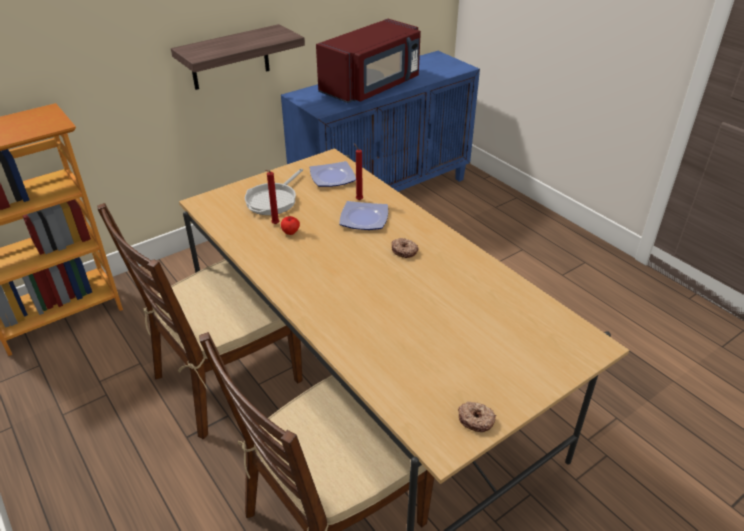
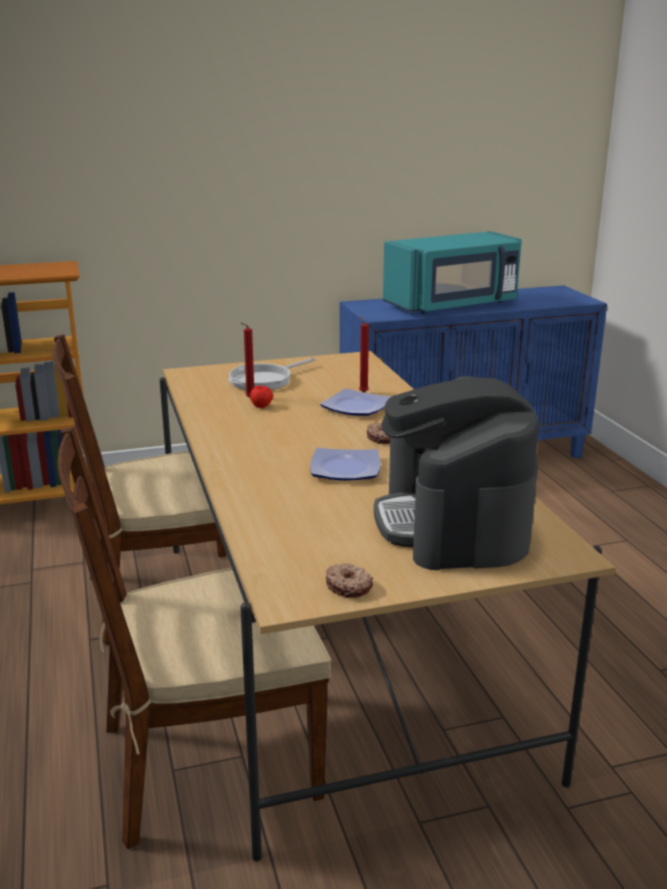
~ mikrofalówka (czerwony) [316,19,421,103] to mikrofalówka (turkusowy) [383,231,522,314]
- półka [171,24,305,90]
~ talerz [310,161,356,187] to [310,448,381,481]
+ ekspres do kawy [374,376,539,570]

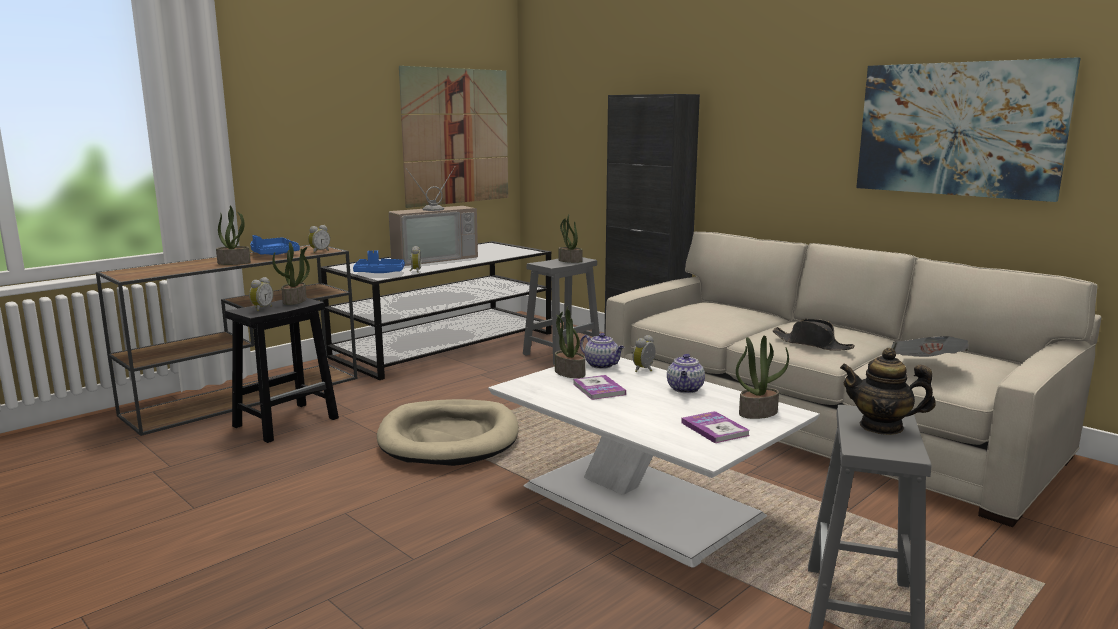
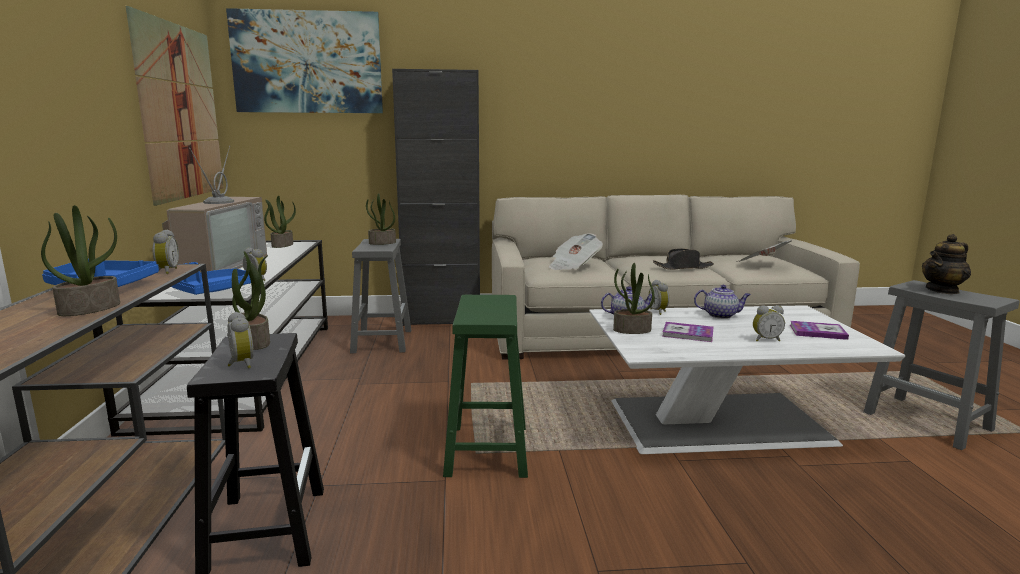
~ obraz [856,57,1081,202] to [226,8,383,113]
~ roślina doniczkowa [736,336,789,419] to [264,196,296,248]
~ imbryk [667,354,705,393] = [694,285,751,319] 45 degrees counterclockwise
~ legowisko (beżowy) [377,399,519,466] to stołek (zielony) [443,295,528,478]
+ gazeta [549,233,603,270]
+ budzik [753,305,785,341]

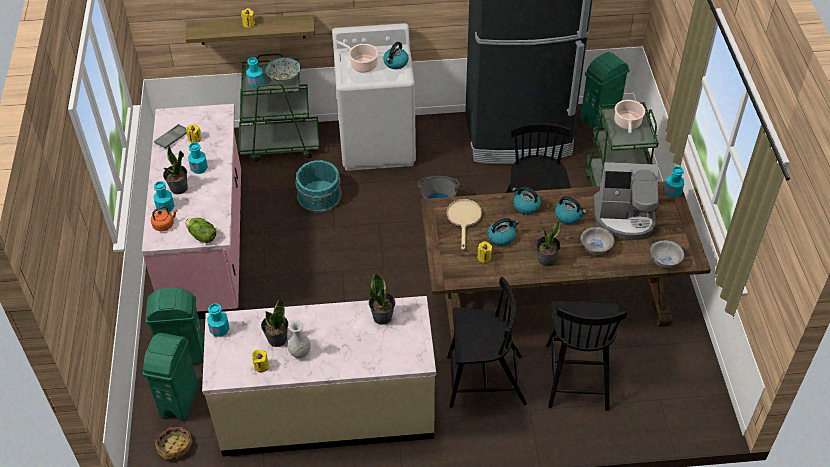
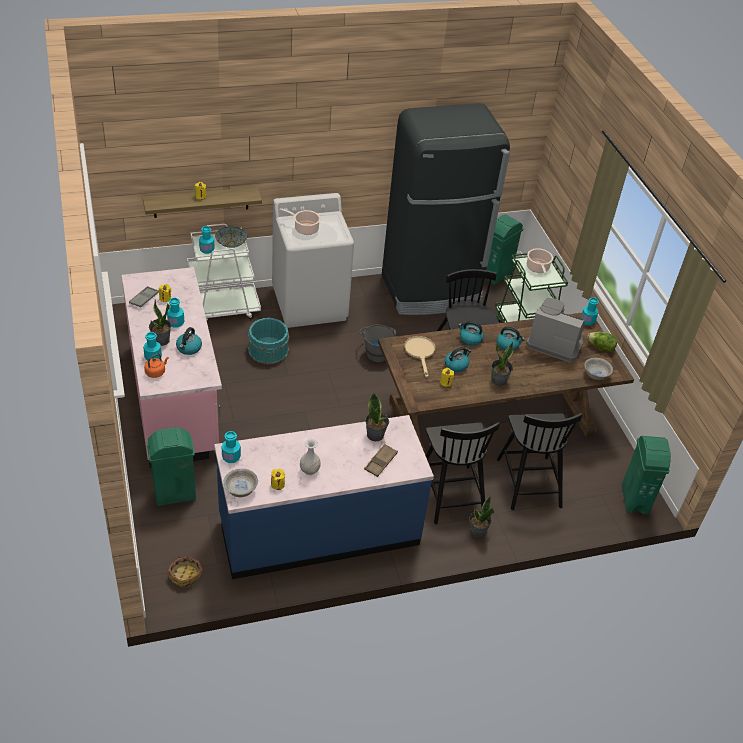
~ czajnik [383,42,409,69] to [176,327,202,355]
~ wózek (zielony) [239,53,320,162] to wózek (biały) [187,224,261,320]
~ ekspres do kawy [594,162,659,239] = [526,298,584,362] 150 degrees counterclockwise
~ sałata [185,218,216,243] to [587,332,617,352]
~ miska (biały) [580,227,614,255] to [223,469,258,497]
~ krzesło (czarny) [447,277,527,408] = [425,422,500,524] 90 degrees clockwise
~ zabudowa kuchenna (beżowy) [202,296,436,456] to zabudowa kuchenna (niebieski) [214,415,434,579]
~ roślina doniczkowa [261,297,288,347] to [469,496,494,538]
~ kosz na śmieci (zielony) [143,333,199,421] to [622,436,671,515]
+ taca (brązowy) [364,444,398,477]

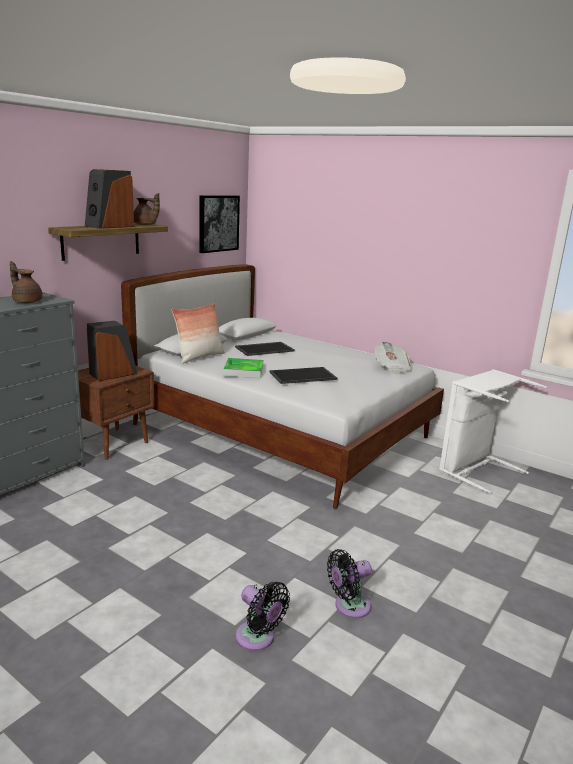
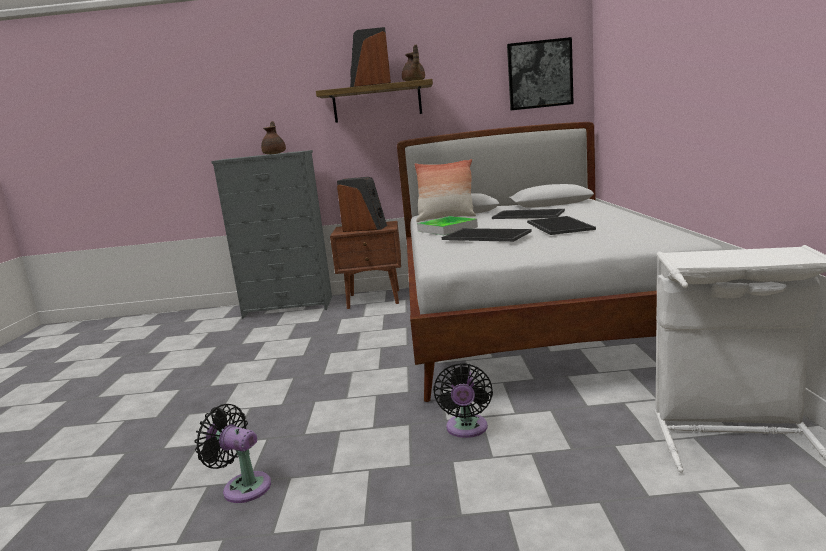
- gazeta [375,341,411,374]
~ wentylator (czarny) [236,582,290,651] to [433,363,493,438]
+ taca [527,216,596,235]

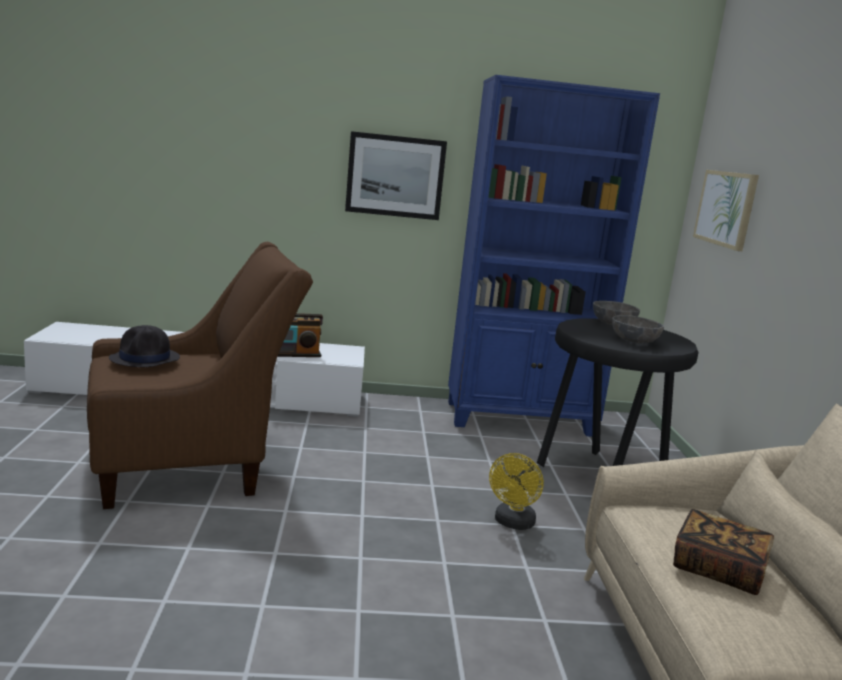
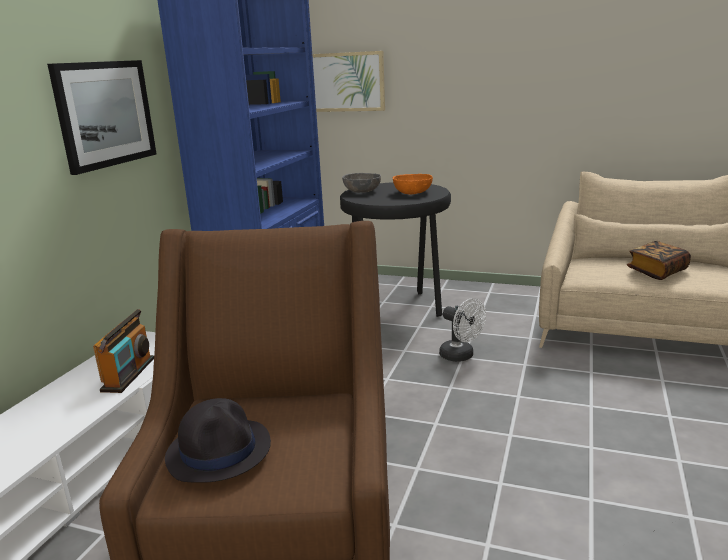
~ miska (szary) [612,315,664,344] to miska (pomarańczowy) [393,174,433,194]
~ wentylator (żółty) [489,453,544,530] to wentylator (biały) [439,298,486,362]

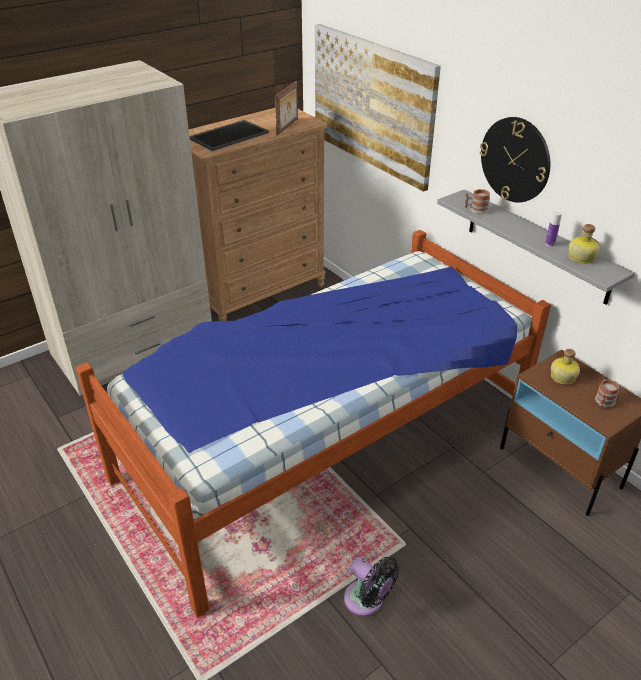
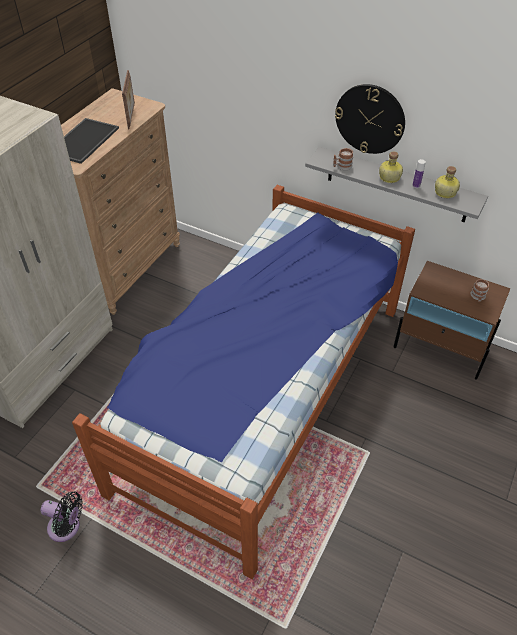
- obraz [315,24,441,192]
~ butelka [551,349,580,385] to [379,151,403,183]
~ wentylator (czarny) [344,557,399,617] to [41,491,83,542]

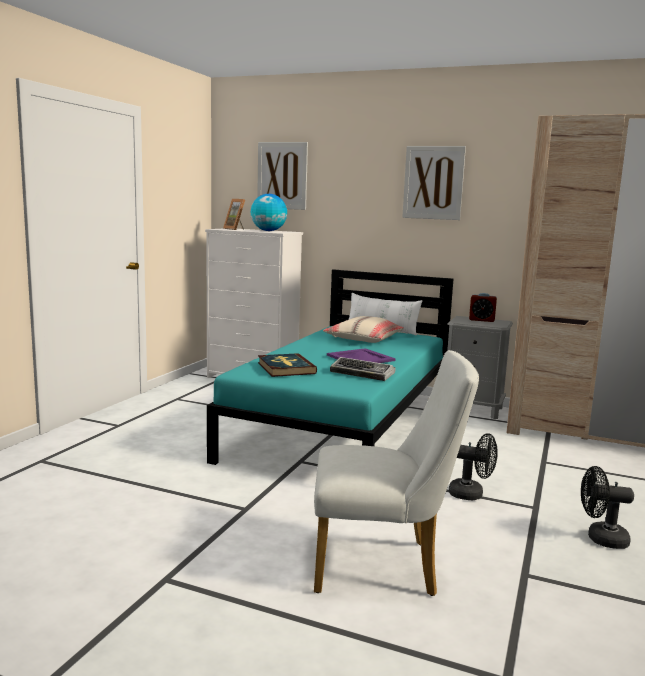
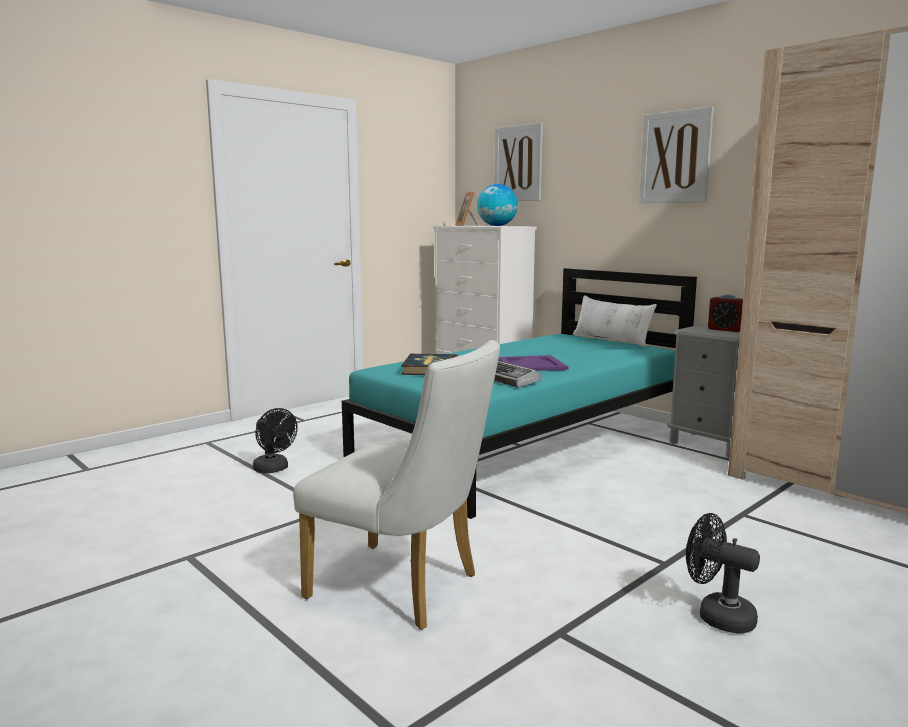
- poduszka (beżowy) [323,316,404,343]
~ wentylator (czarny) [449,433,498,500] to [253,408,298,473]

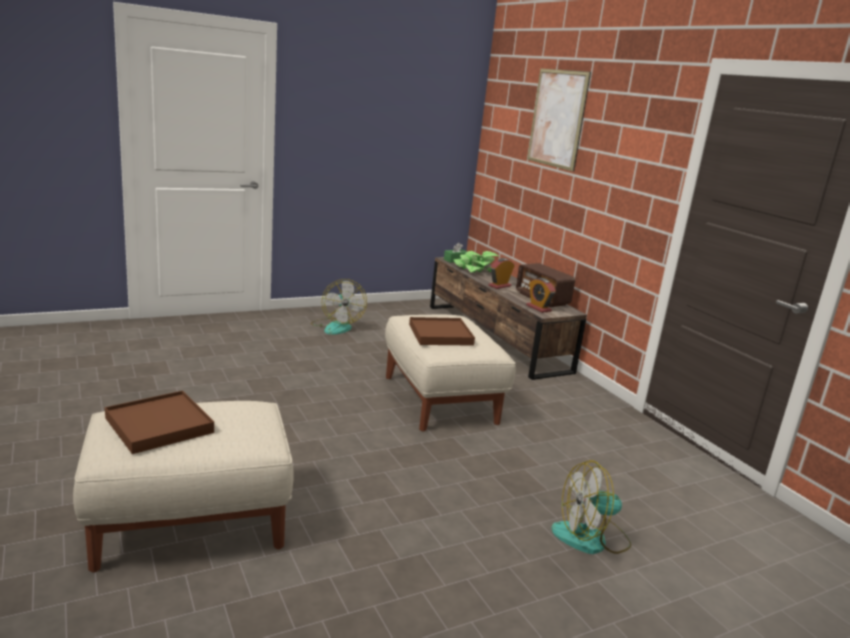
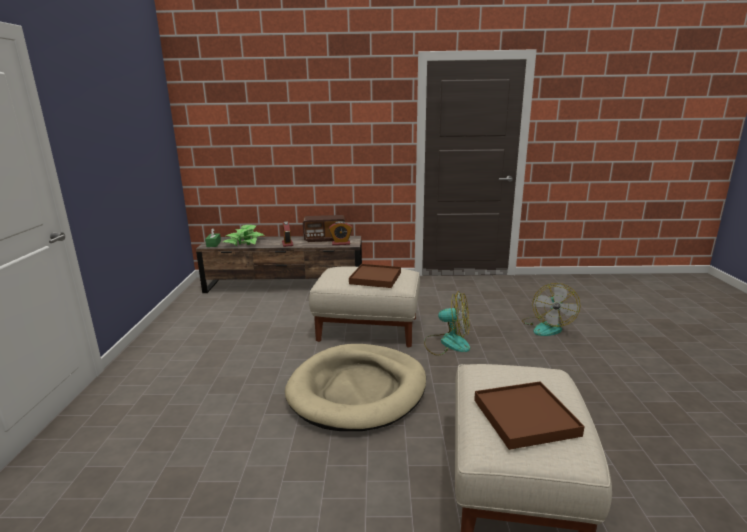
- obraz [527,69,591,172]
~ wentylator [311,279,367,335] to [424,291,470,356]
+ legowisko (beżowy) [285,344,426,431]

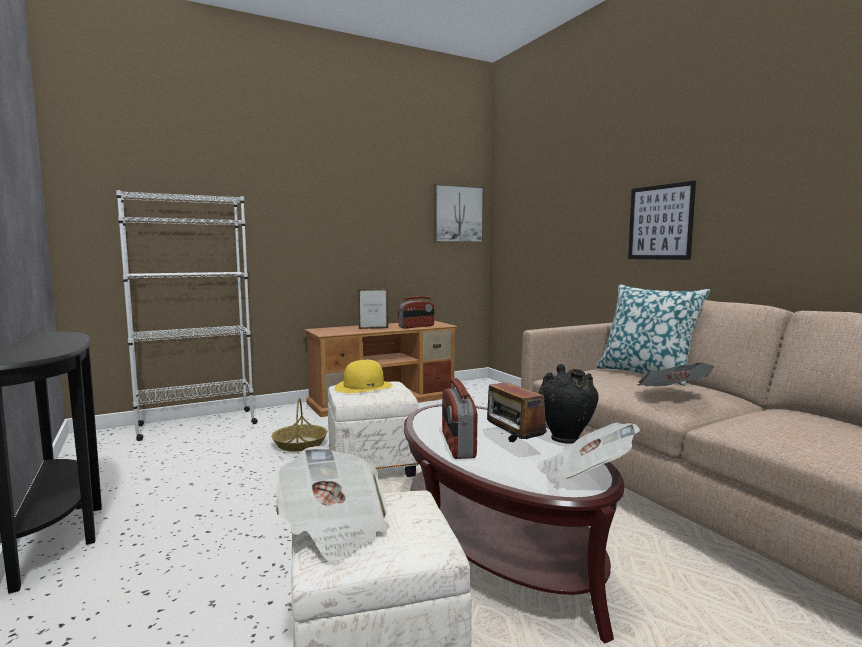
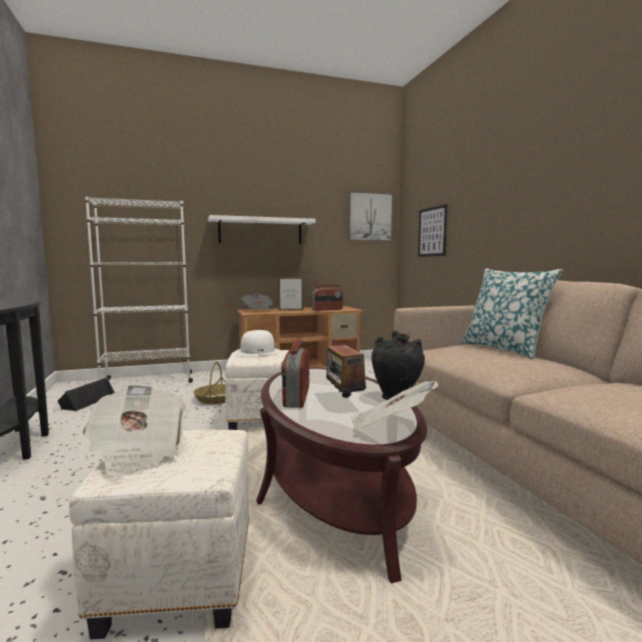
~ obraz [628,181,696,260] to [418,204,447,257]
~ kapelusz (żółty) [334,360,393,393] to kapelusz (biały) [233,330,282,356]
~ gazeta [637,363,715,387] to [241,293,274,310]
+ półka (biały) [208,215,315,244]
+ głośnik (czarny) [58,377,115,411]

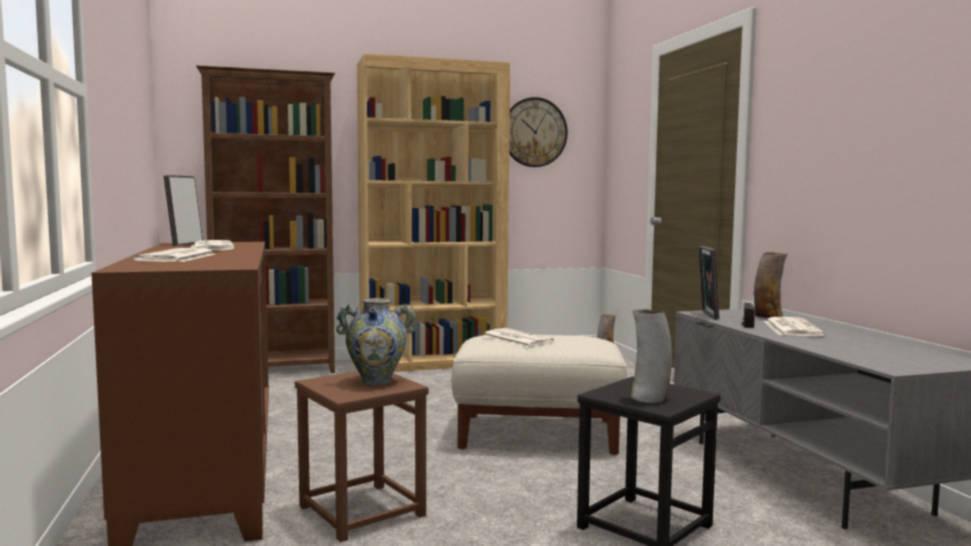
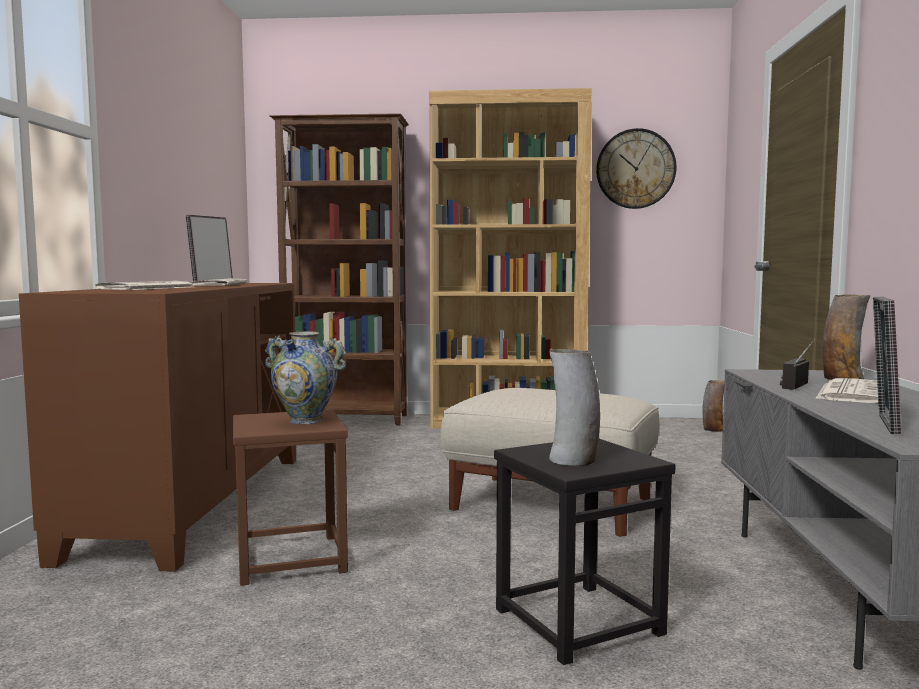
~ ramka na zdjęcie [698,246,719,320] to [873,296,901,434]
- gazeta [483,328,554,347]

